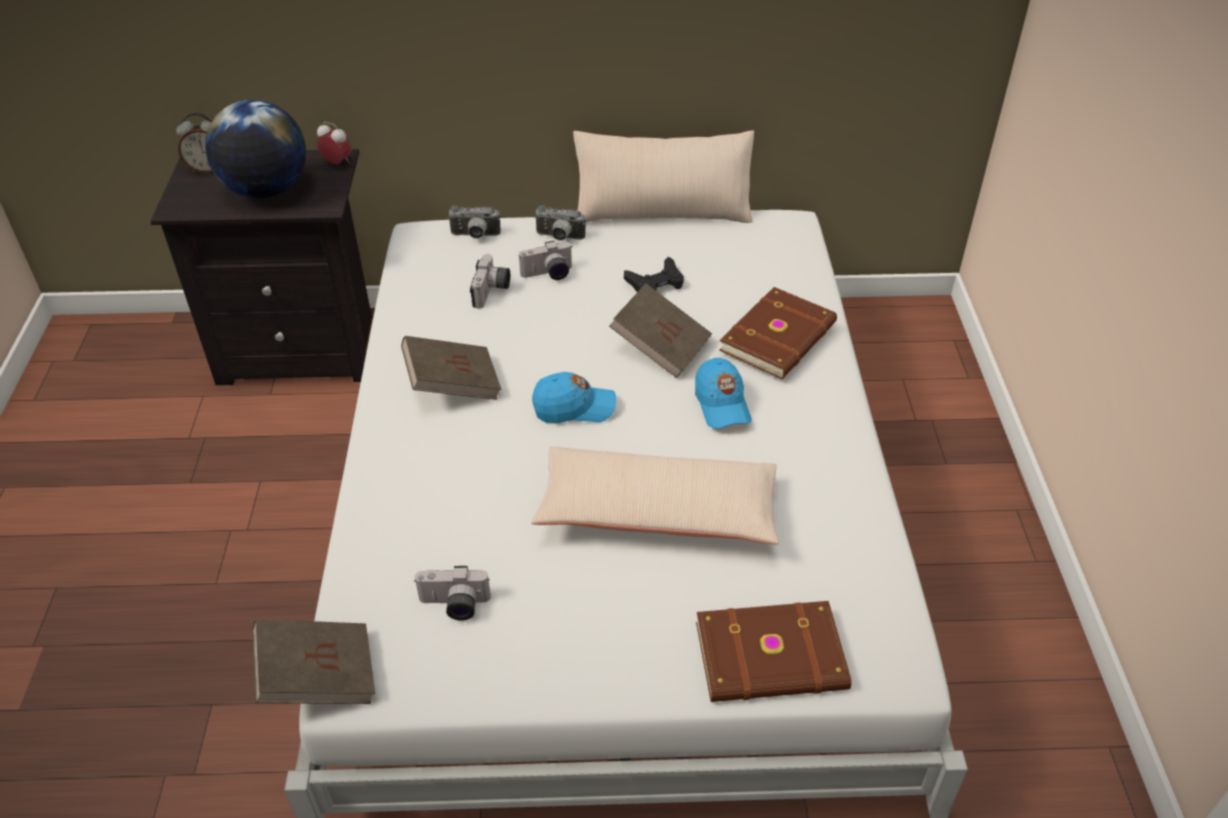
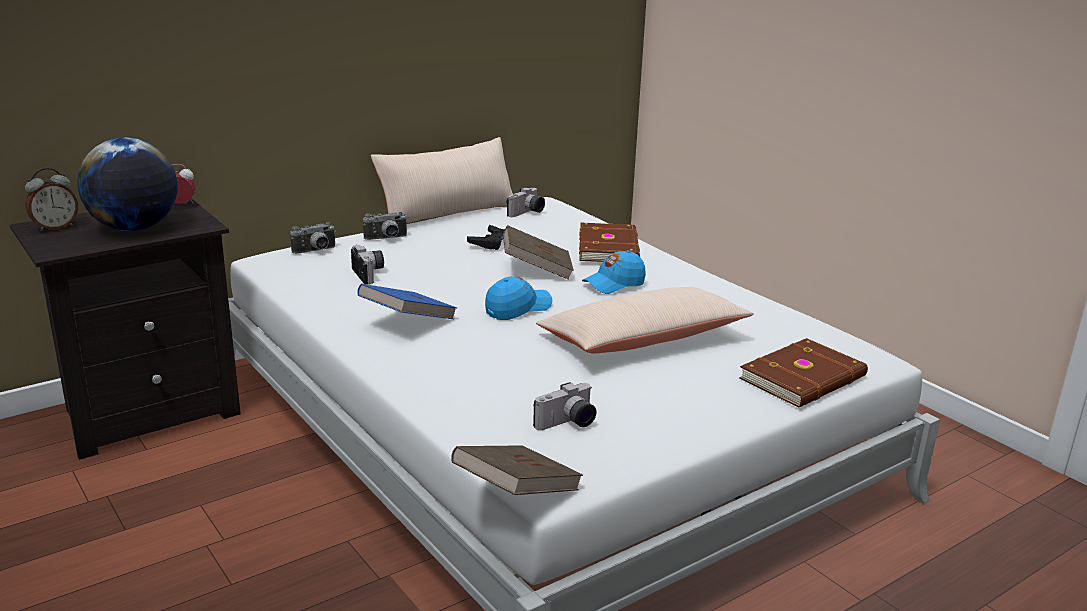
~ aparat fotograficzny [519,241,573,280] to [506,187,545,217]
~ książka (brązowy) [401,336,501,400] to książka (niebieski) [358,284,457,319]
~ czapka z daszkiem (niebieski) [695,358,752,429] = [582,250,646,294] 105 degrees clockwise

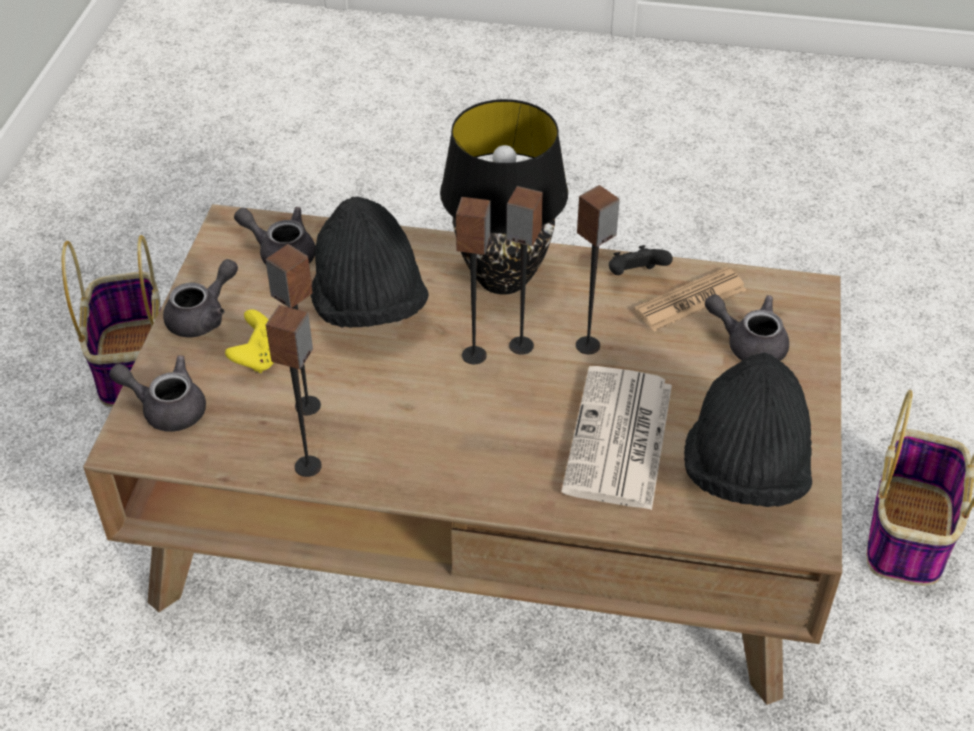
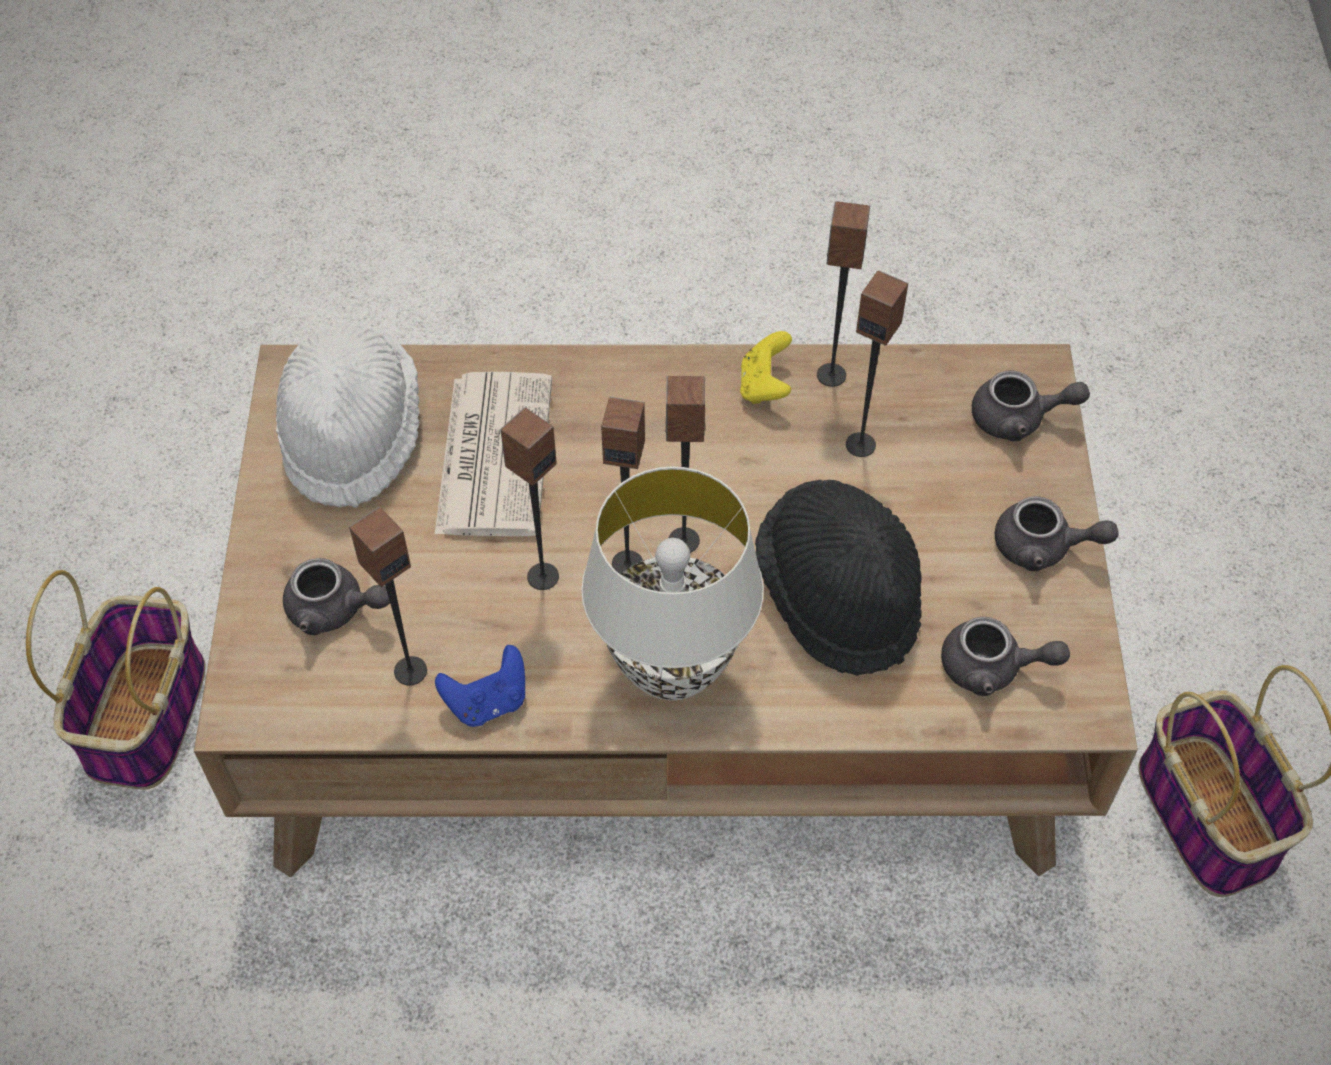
~ lampa stołowa (czarny) [440,99,568,295] to lampa stołowa (biały) [581,466,764,700]
~ pad do gier (czarny) [609,245,673,275] to pad do gier (niebieski) [435,645,525,727]
~ imbryk (szary) [163,259,238,337] = [995,496,1119,571] 105 degrees counterclockwise
~ gazeta [634,267,746,331] to głośnik [349,507,427,685]
~ pad do gier (żółty) [225,309,274,373] to [740,331,792,404]
~ kapelusz (czarny) [684,353,812,507] to kapelusz (biały) [276,323,419,508]

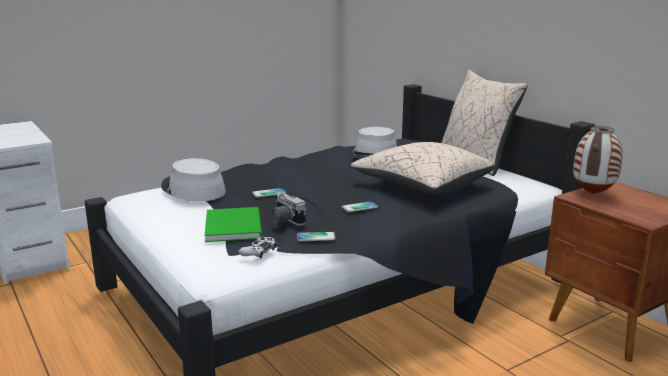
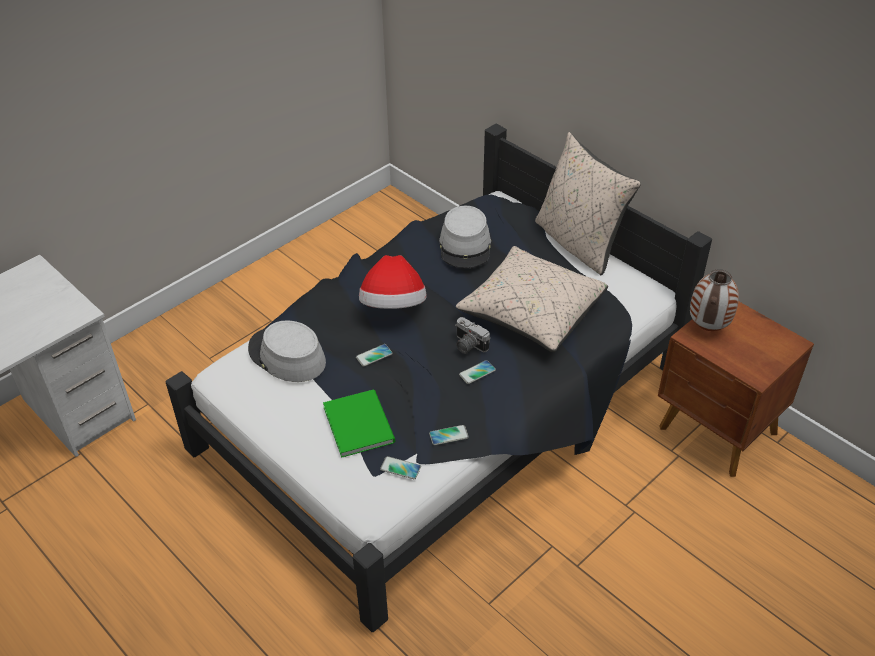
~ aparat fotograficzny [271,193,306,226] to [455,317,490,354]
~ pad do gier (biały) [238,236,276,259] to telefon [380,456,421,479]
+ kapelusz [359,255,426,309]

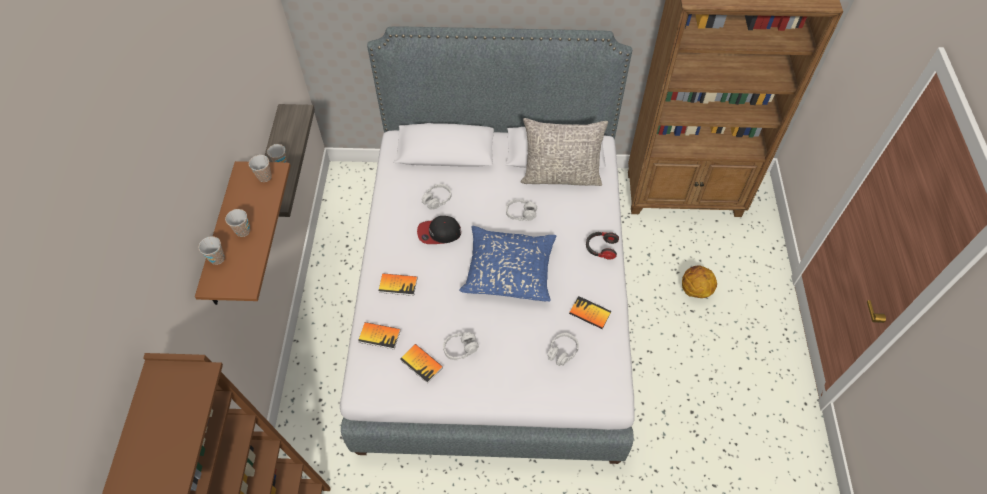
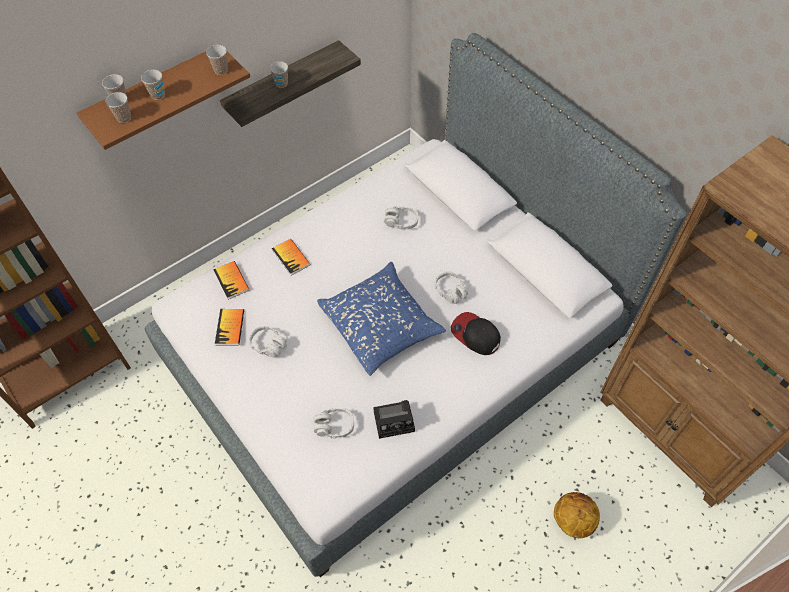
- poduszka (szary) [521,118,608,186]
~ czapka z daszkiem [417,216,461,244] to [451,312,501,355]
- słuchawki [586,232,619,260]
~ książka [569,296,611,329] to aparat fotograficzny [373,400,415,439]
+ filiżanka [105,92,131,123]

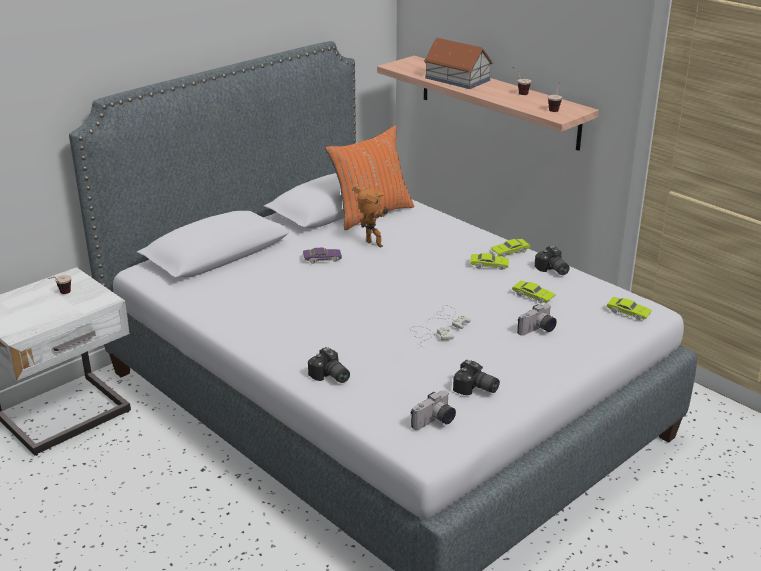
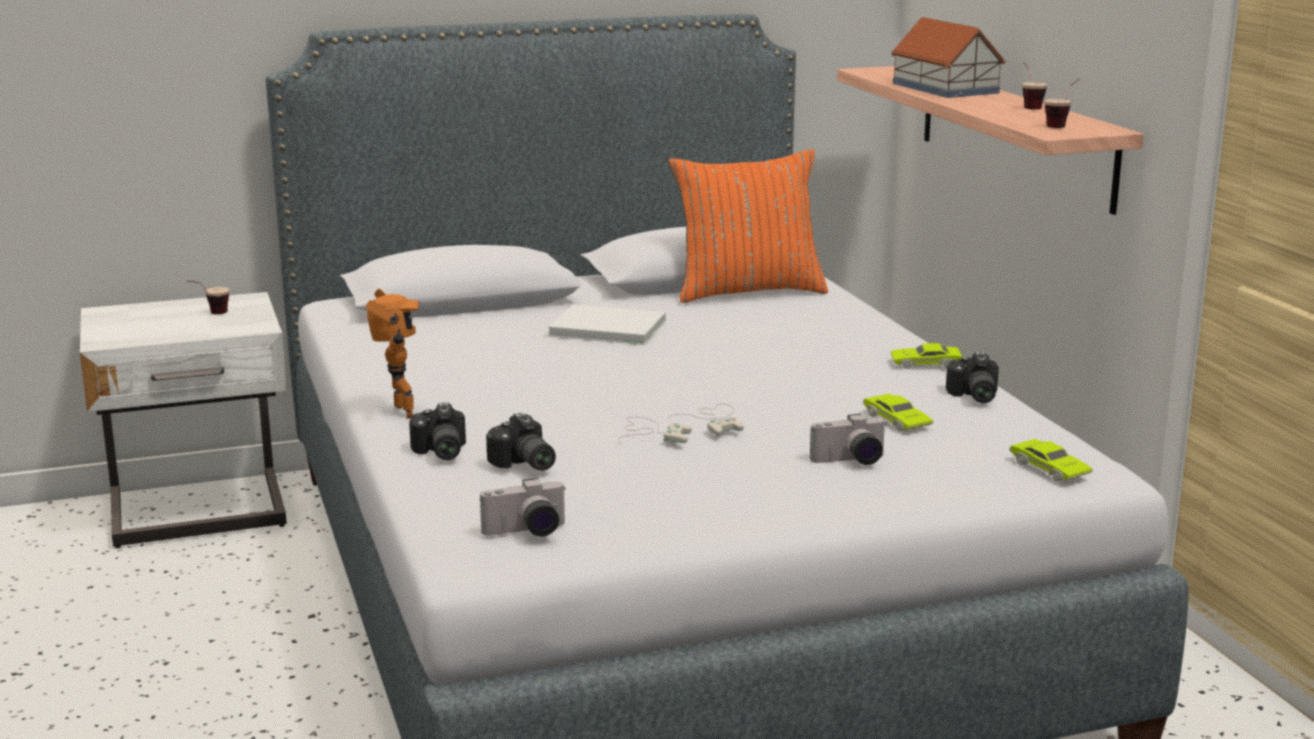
~ robot zabawkowy [352,187,388,248] to [366,289,420,418]
~ samochodzik (fioletowy) [303,248,342,264] to książka (biały) [548,305,666,345]
- samochodzik (zielony) [470,253,509,270]
~ aparat fotograficzny [453,360,500,395] to [486,412,556,471]

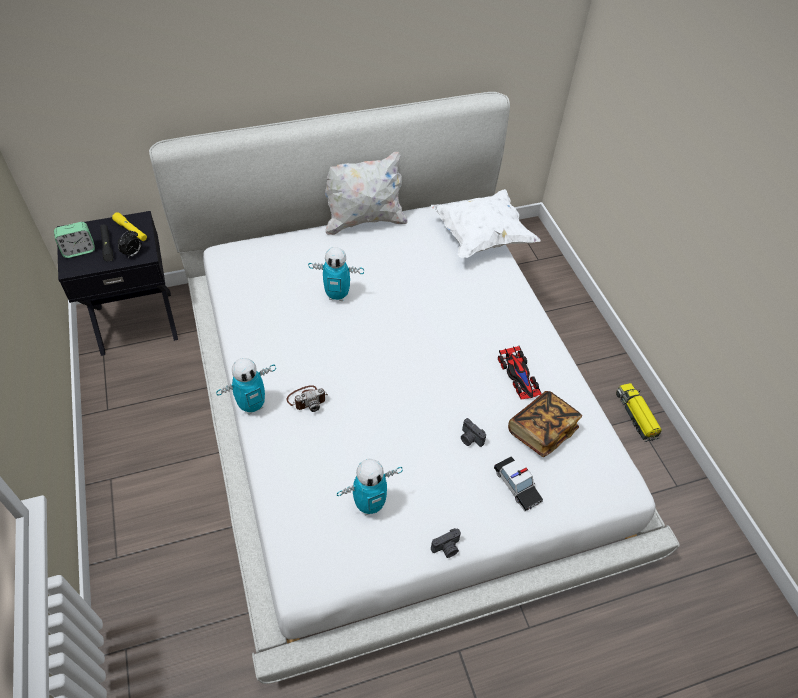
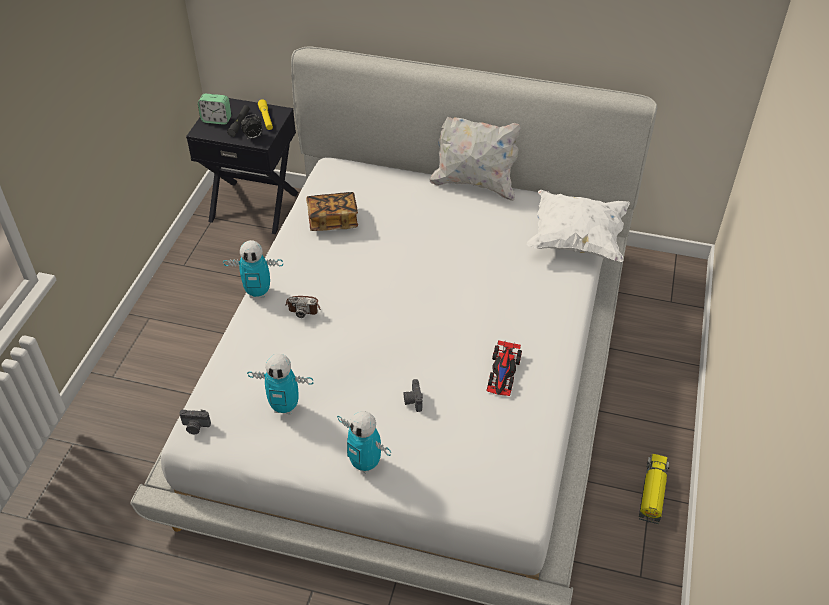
~ robot zabawkowy [308,247,364,301] to [337,411,391,474]
~ książka [508,391,582,457] to [306,192,358,231]
- samochodzik [494,456,543,511]
~ aparat fotograficzny [431,528,461,558] to [179,410,211,434]

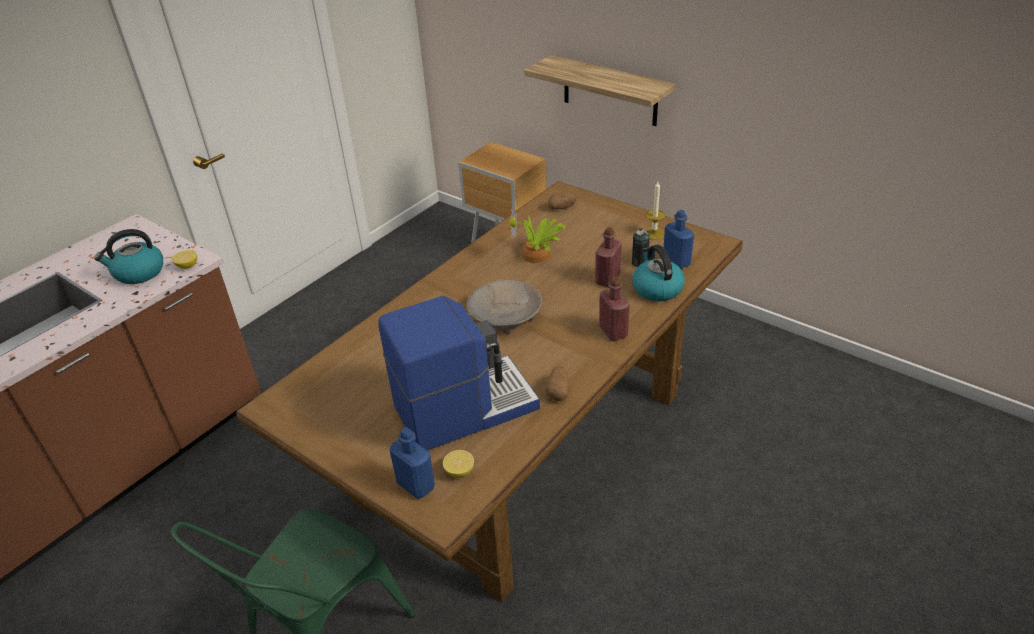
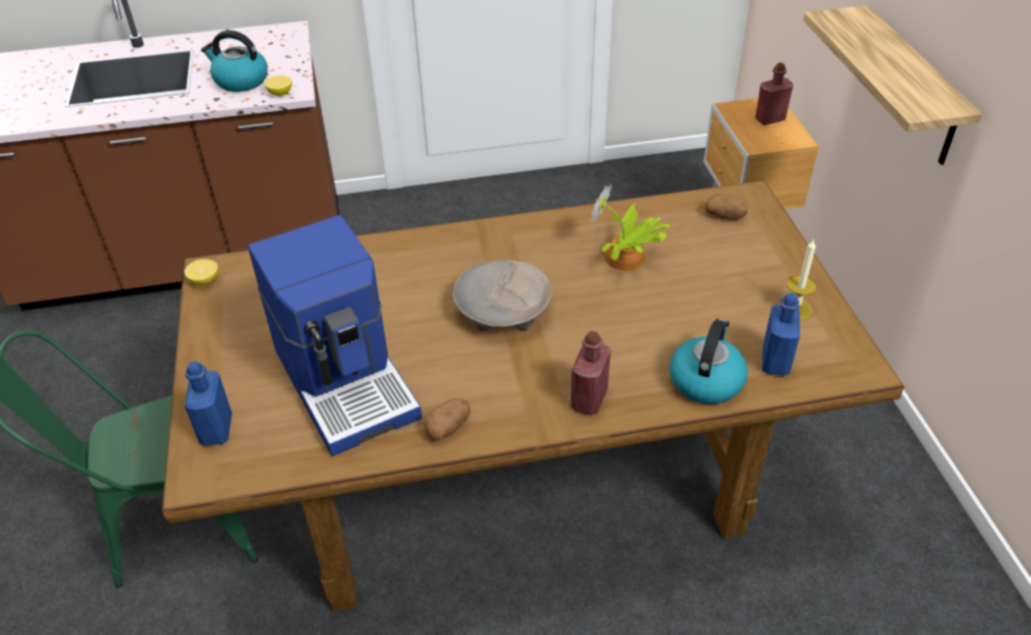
~ butelka (czerwony) [595,227,622,287] to [755,63,793,125]
- puszka [632,229,650,267]
~ ekspres do kawy [379,296,540,451] = [248,215,422,456] 45 degrees clockwise
~ cytryna [443,450,474,478] to [184,259,218,285]

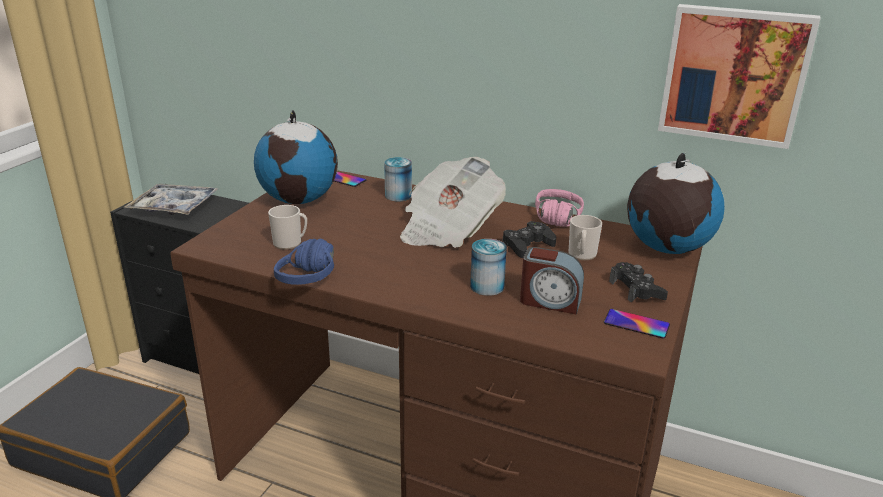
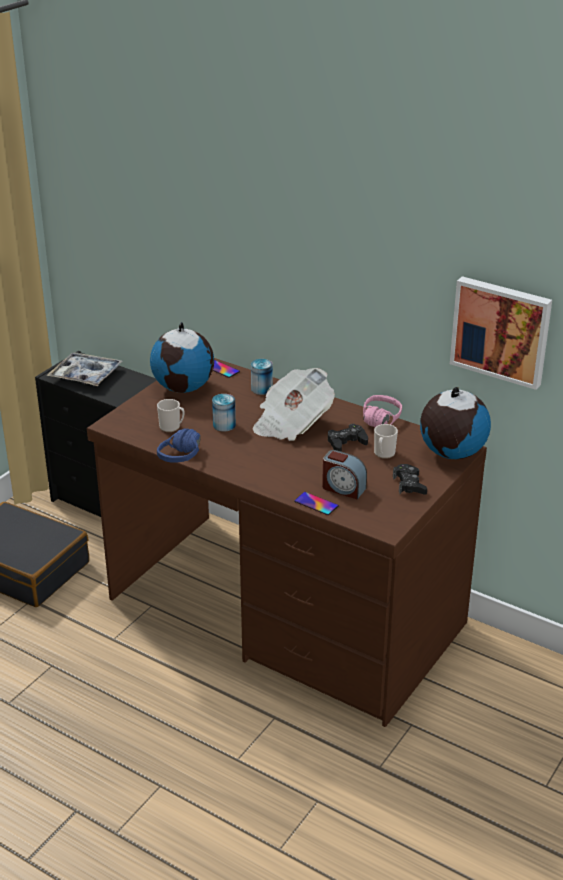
~ puszka [470,239,507,296] to [212,394,236,432]
~ telefon [604,309,670,339] to [294,492,339,515]

